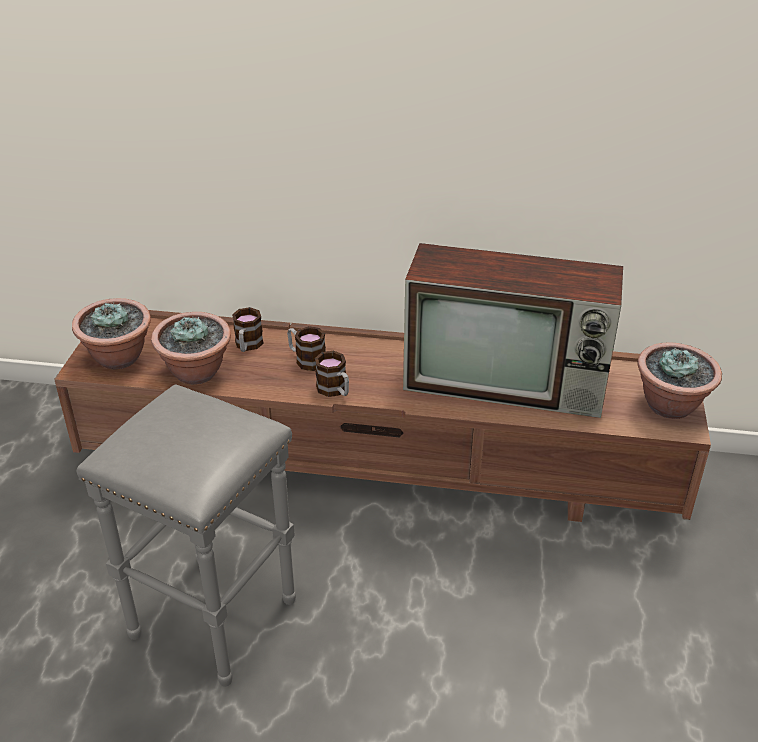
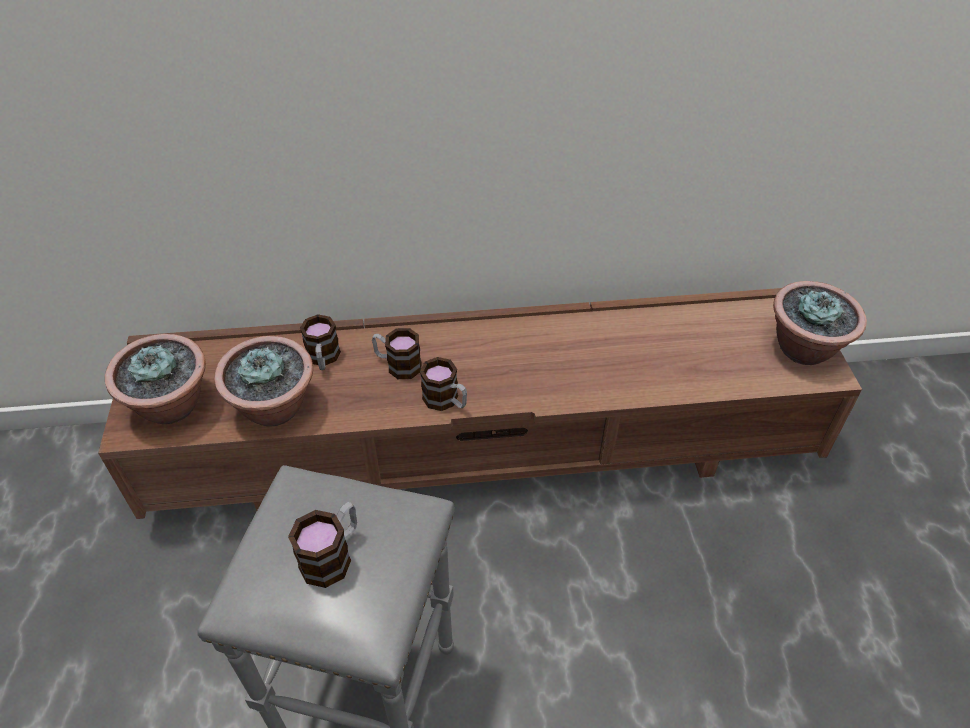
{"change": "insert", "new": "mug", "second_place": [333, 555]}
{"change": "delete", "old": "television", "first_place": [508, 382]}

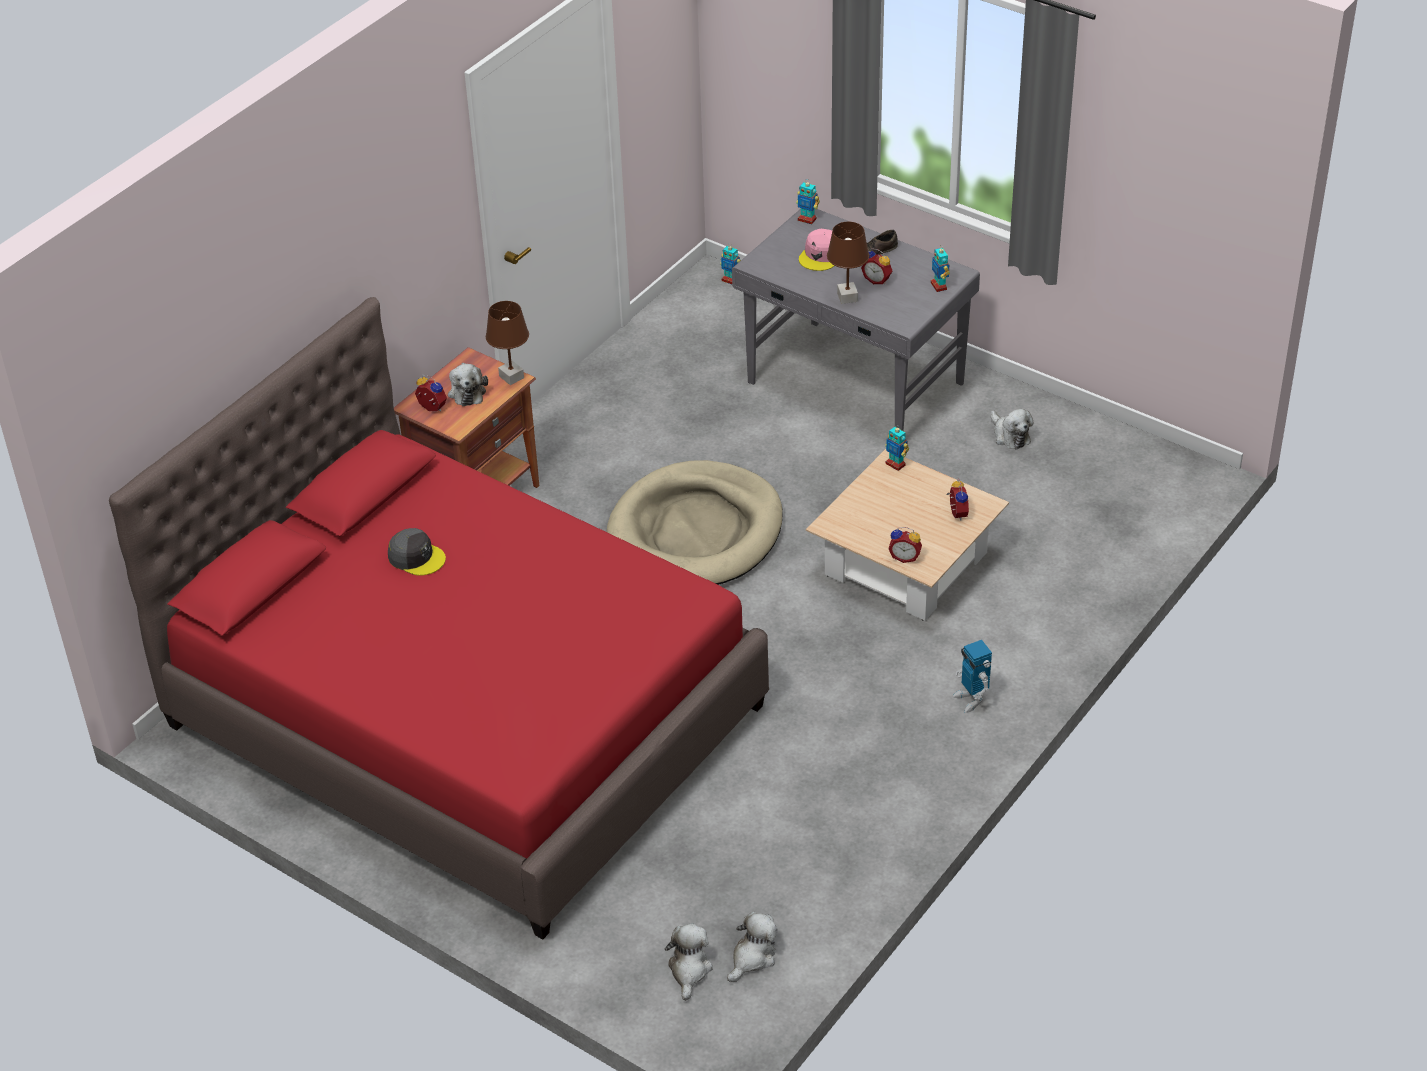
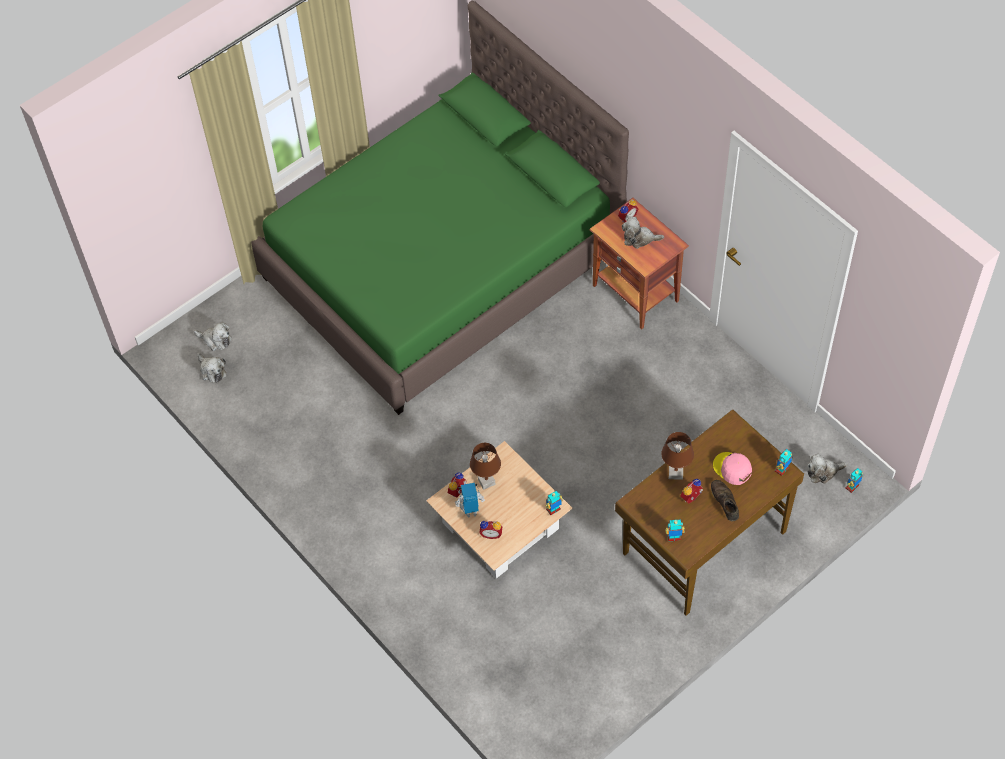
{"change": "recolor", "old": "reddish bed", "new": "green bed", "first_place": [466, 715], "second_place": [443, 264]}
{"change": "move", "old": "toy robot", "first_place": [971, 699], "second_place": [470, 510]}
{"change": "move", "old": "brownish tabletop lamp", "first_place": [511, 377], "second_place": [486, 482]}
{"change": "recolor", "old": "gray desk unit", "new": "brownish desk unit", "first_place": [855, 384], "second_place": [702, 542]}
{"change": "move", "old": "soft toy", "first_place": [1010, 435], "second_place": [823, 472]}
{"change": "delete", "old": "gray baseball cap", "first_place": [416, 557]}
{"change": "delete", "old": "sand-coloured pet bed", "first_place": [696, 532]}

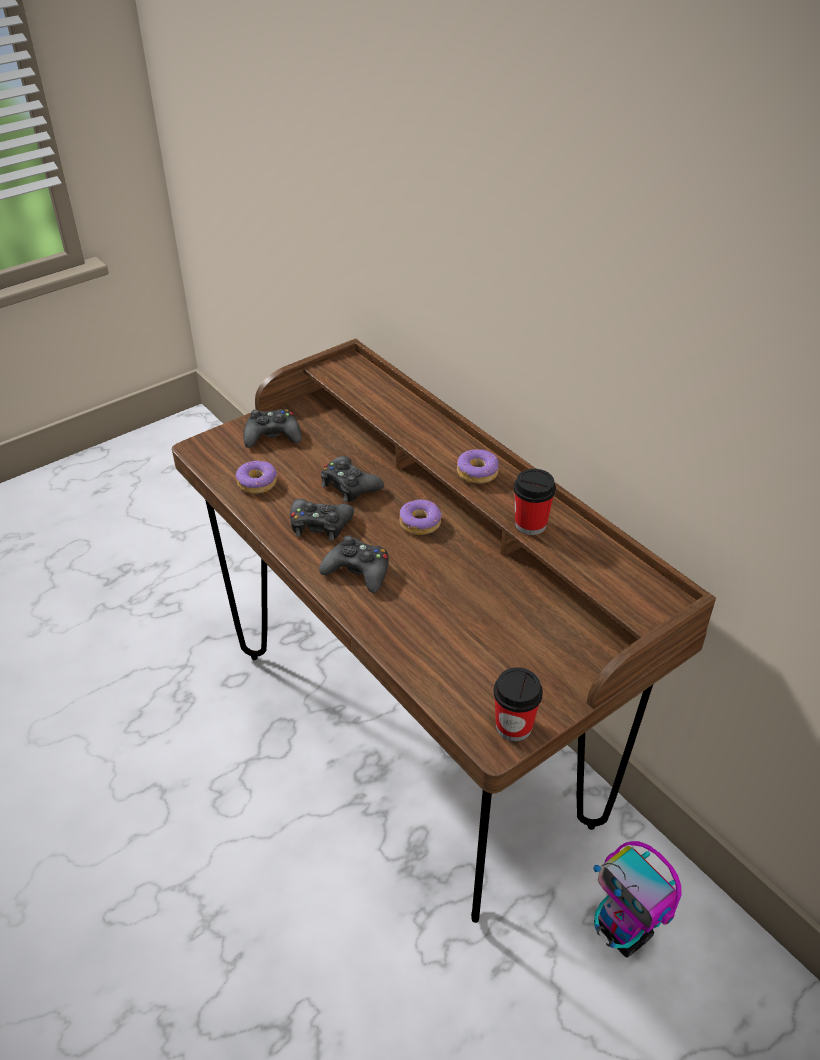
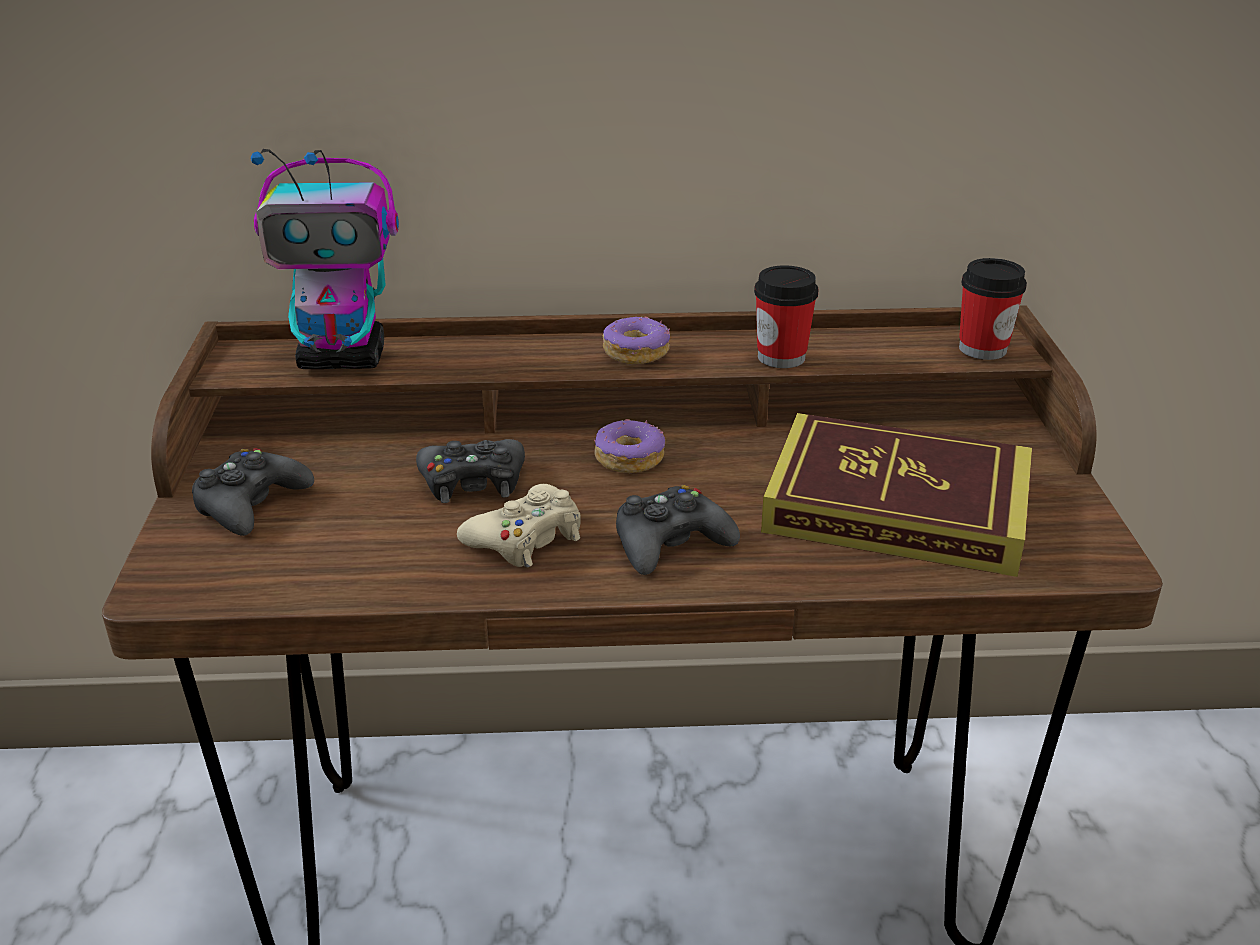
{"change": "move", "old": "toy robot", "first_place": [623, 932], "second_place": [344, 359]}
{"change": "recolor", "old": "black gamepad", "new": "sand-coloured gamepad", "first_place": [320, 525], "second_place": [526, 539]}
{"change": "insert", "new": "volume", "second_place": [897, 506]}
{"change": "move", "old": "small cup", "first_place": [513, 726], "second_place": [982, 349]}
{"change": "delete", "old": "ring doughnut", "first_place": [257, 483]}

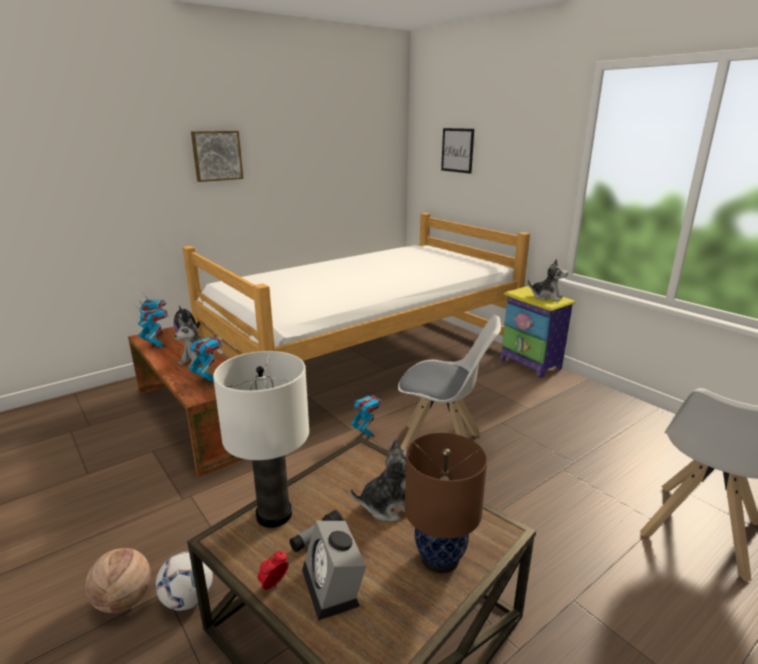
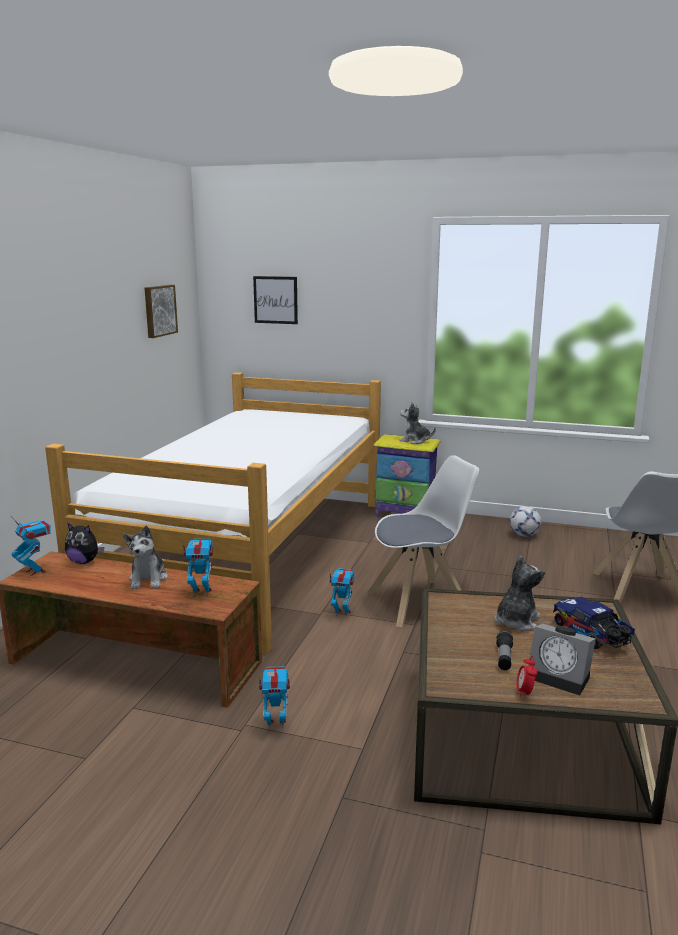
{"change": "move", "old": "picture", "first_place": [217, 155], "second_place": [159, 310]}
{"change": "move", "old": "toy robot", "first_place": [157, 347], "second_place": [276, 725]}
{"change": "rotate", "old": "soft toy", "first_place": [546, 297], "second_place": [415, 441], "degrees": -150}
{"change": "move", "old": "ball for football", "first_place": [188, 599], "second_place": [524, 535]}
{"change": "replace", "old": "brownish tabletop lamp", "new": "toy lorry", "first_place": [439, 558], "second_place": [592, 635]}
{"change": "delete", "old": "basketball", "first_place": [124, 600]}
{"change": "delete", "old": "whitish tabletop lamp", "first_place": [273, 514]}

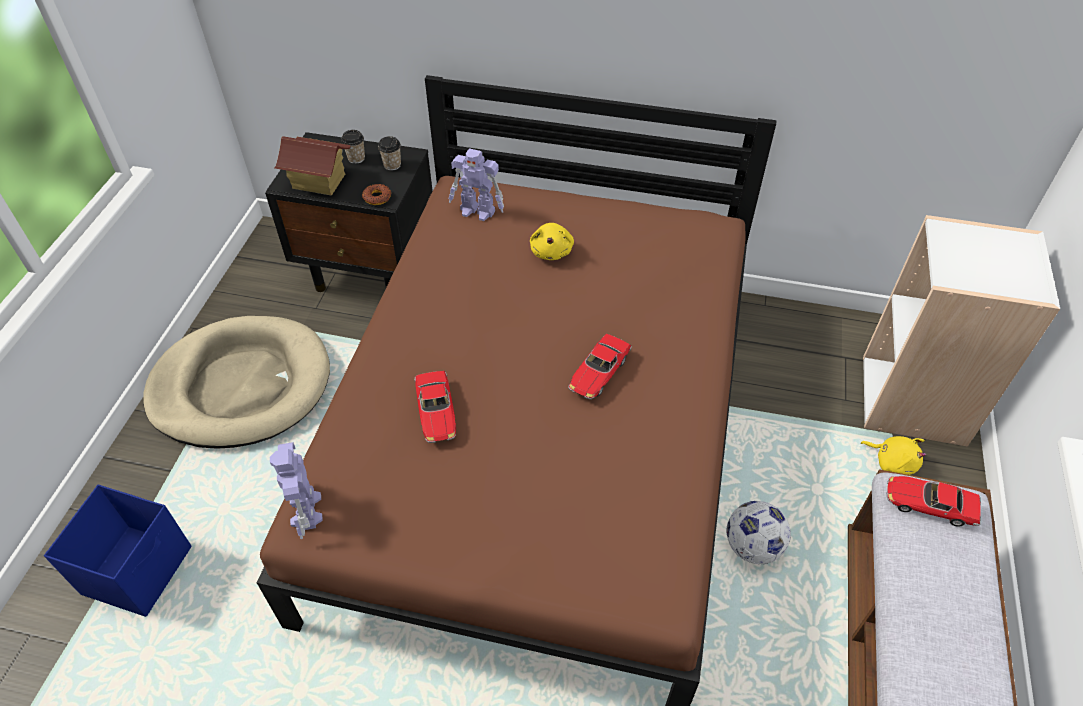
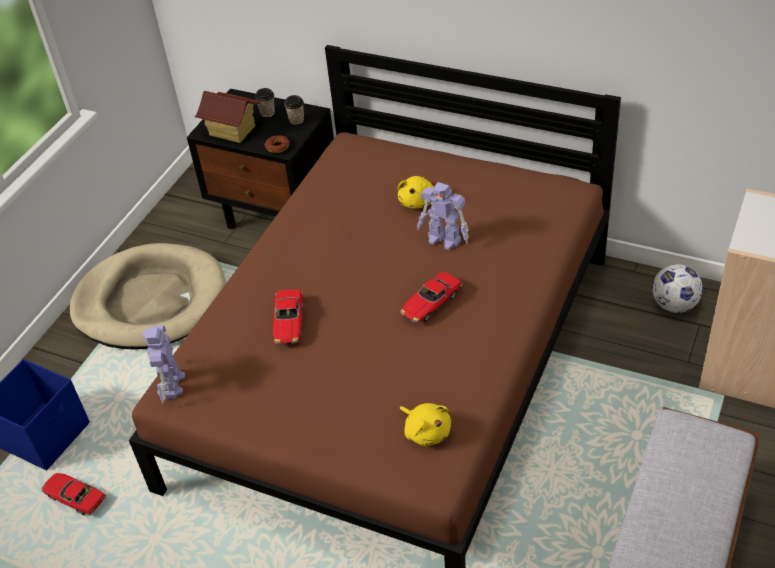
{"change": "move", "old": "toy car", "first_place": [929, 505], "second_place": [75, 498]}
{"change": "move", "old": "yellow soft toy", "first_place": [892, 461], "second_place": [426, 431]}
{"change": "move", "old": "toy robot", "first_place": [478, 211], "second_place": [444, 240]}
{"change": "move", "old": "ball for football", "first_place": [752, 547], "second_place": [674, 305]}

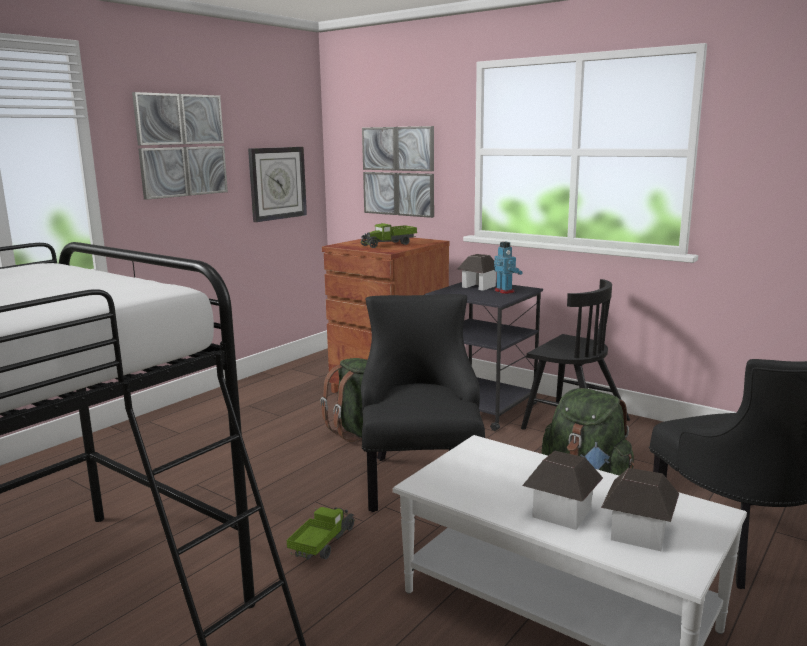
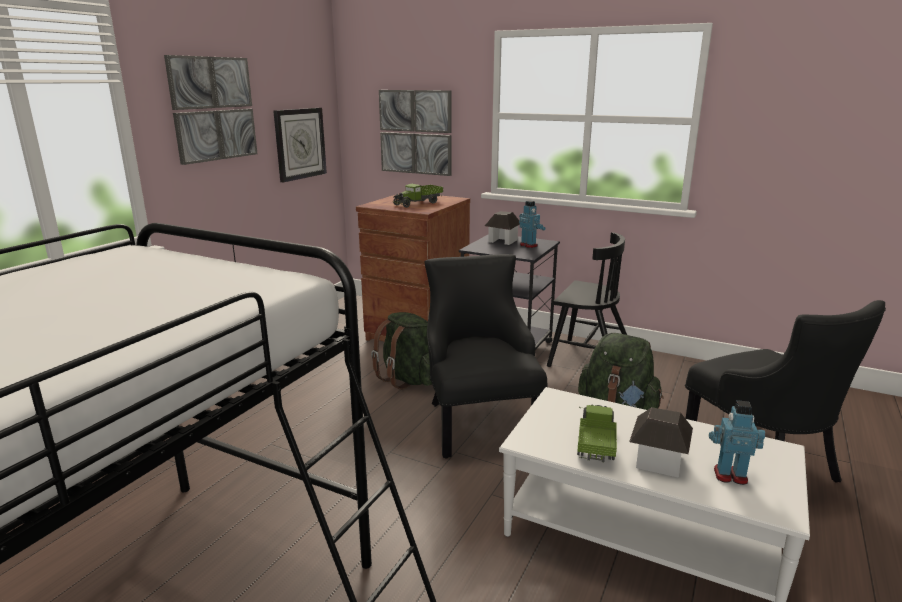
{"change": "move", "old": "toy lorry", "first_place": [323, 544], "second_place": [595, 444]}
{"change": "replace", "old": "model house", "new": "toy robot", "first_place": [638, 532], "second_place": [730, 475]}

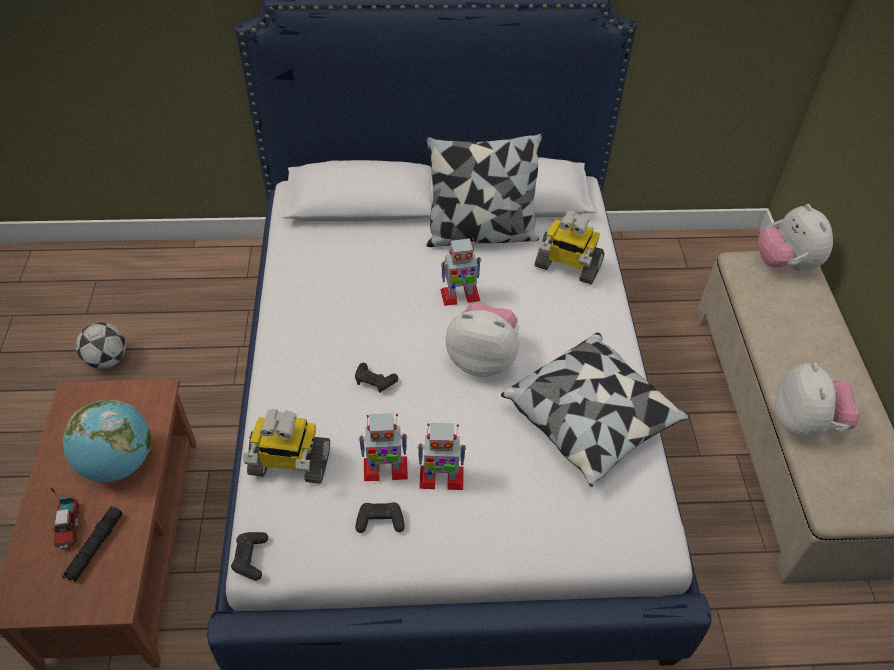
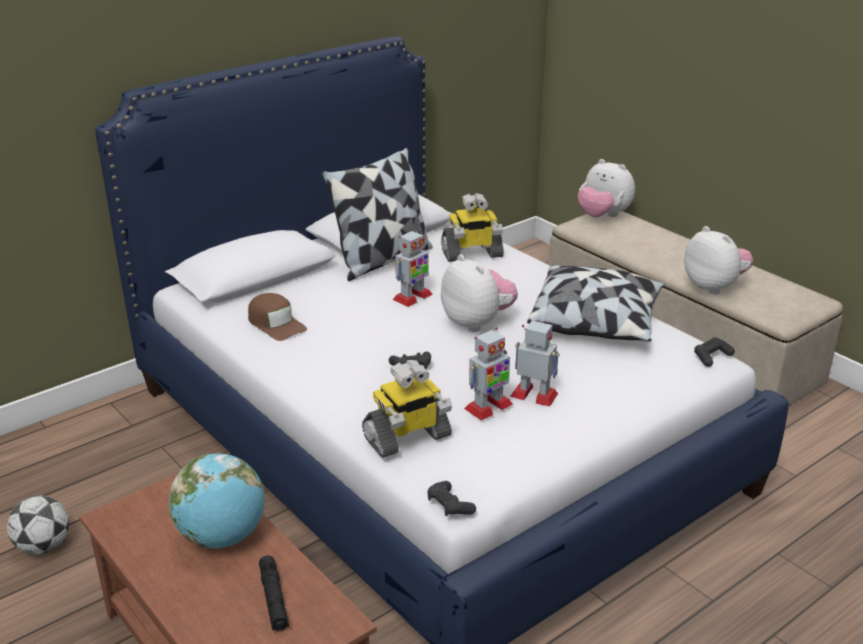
{"change": "insert", "new": "brownish baseball cap", "second_place": [276, 324]}
{"change": "rotate", "old": "soft toy", "first_place": [482, 359], "second_place": [477, 322], "degrees": 75}
{"change": "rotate", "old": "toy robot", "first_place": [441, 478], "second_place": [534, 395], "degrees": -120}
{"change": "move", "old": "black gamepad", "first_place": [380, 521], "second_place": [712, 357]}
{"change": "delete", "old": "toy lorry", "first_place": [68, 526]}

